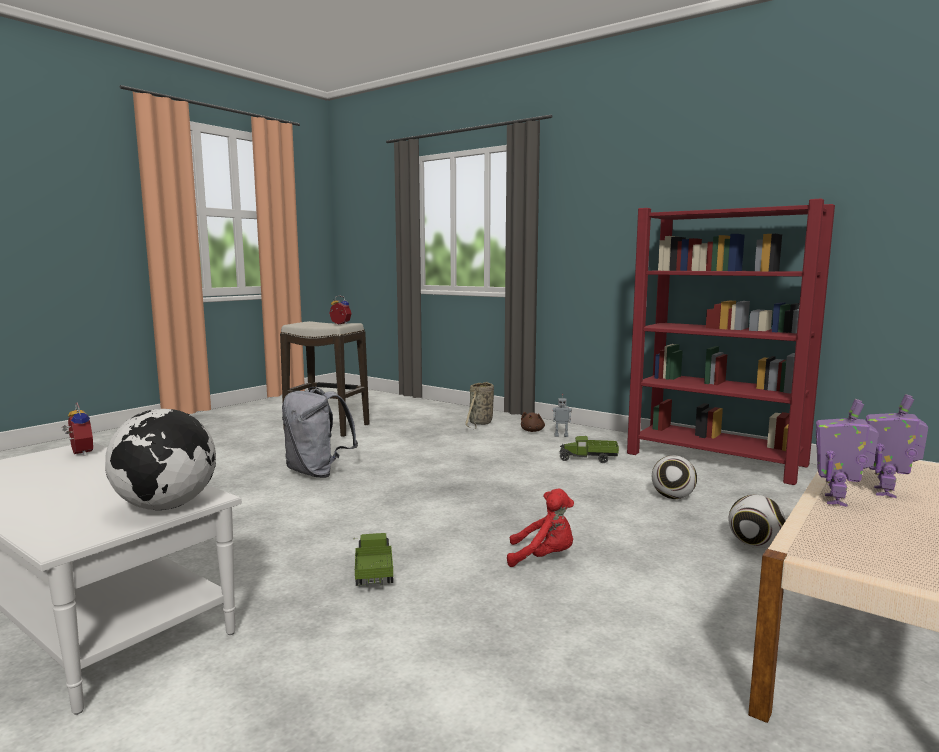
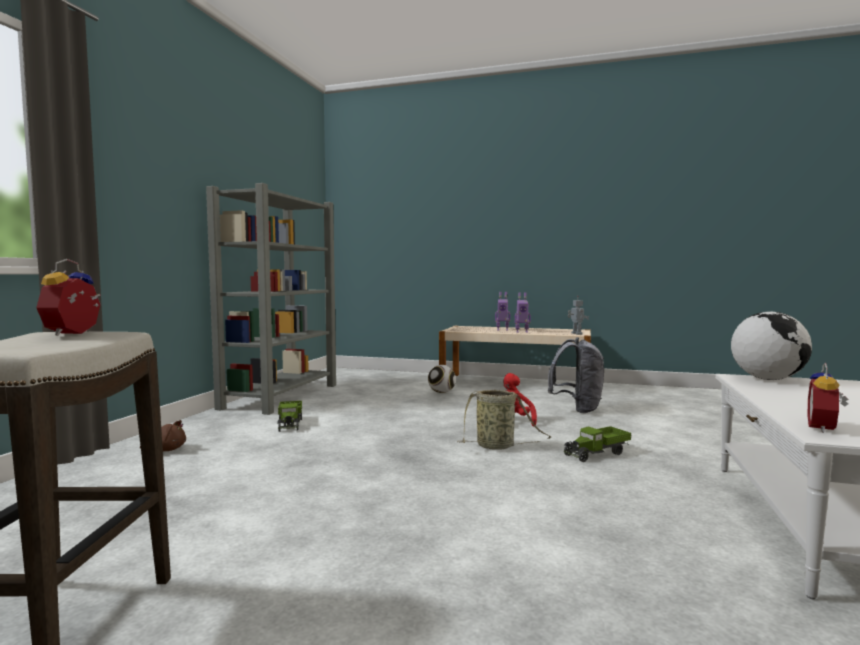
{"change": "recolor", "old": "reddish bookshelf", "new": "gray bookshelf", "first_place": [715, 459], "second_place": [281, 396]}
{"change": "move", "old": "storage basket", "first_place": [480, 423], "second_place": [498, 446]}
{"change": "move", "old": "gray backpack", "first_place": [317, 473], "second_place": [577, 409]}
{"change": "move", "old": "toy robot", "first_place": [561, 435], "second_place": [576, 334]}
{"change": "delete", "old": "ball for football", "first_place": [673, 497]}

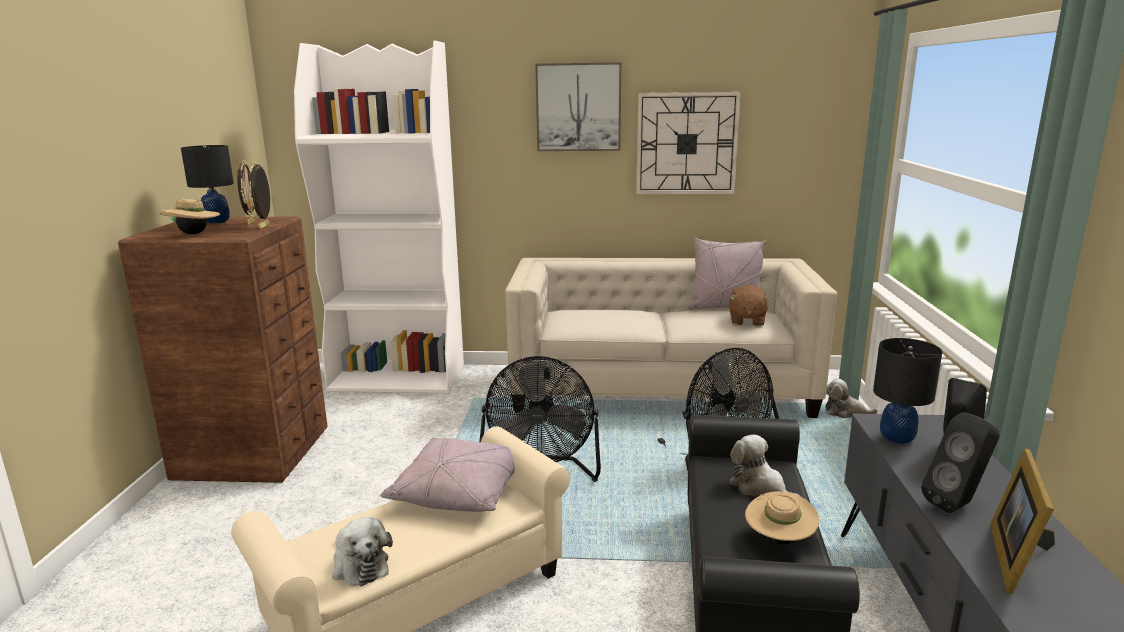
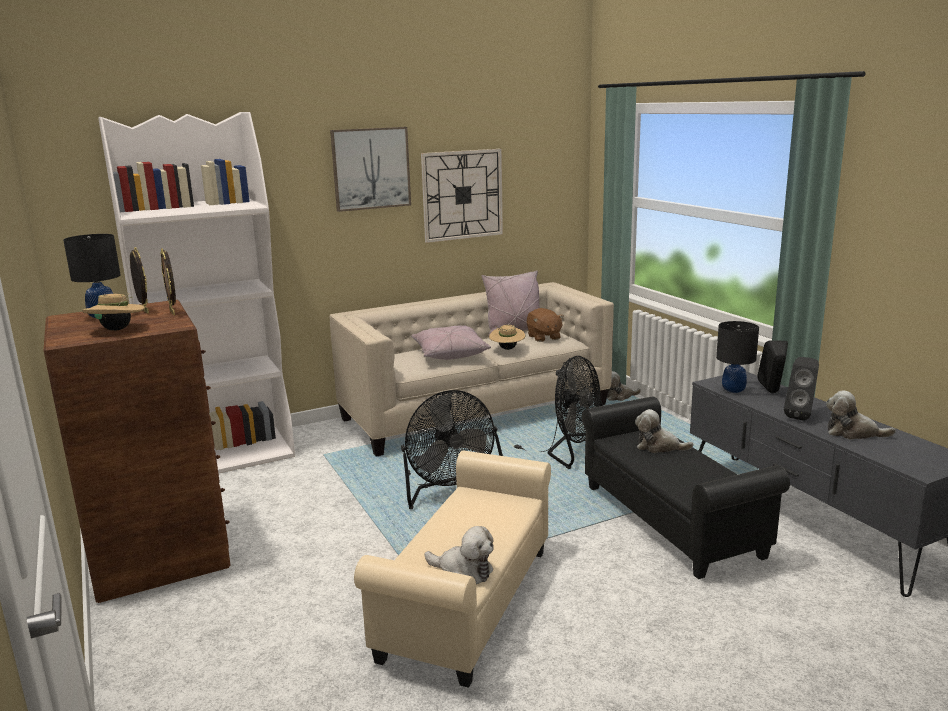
{"change": "move", "old": "purplish cushion", "first_place": [459, 491], "second_place": [449, 354]}
{"change": "move", "old": "sand-coloured wearable hat", "first_place": [779, 539], "second_place": [507, 349]}
{"change": "replace", "old": "picture frame", "new": "soft toy", "first_place": [1017, 558], "second_place": [853, 433]}

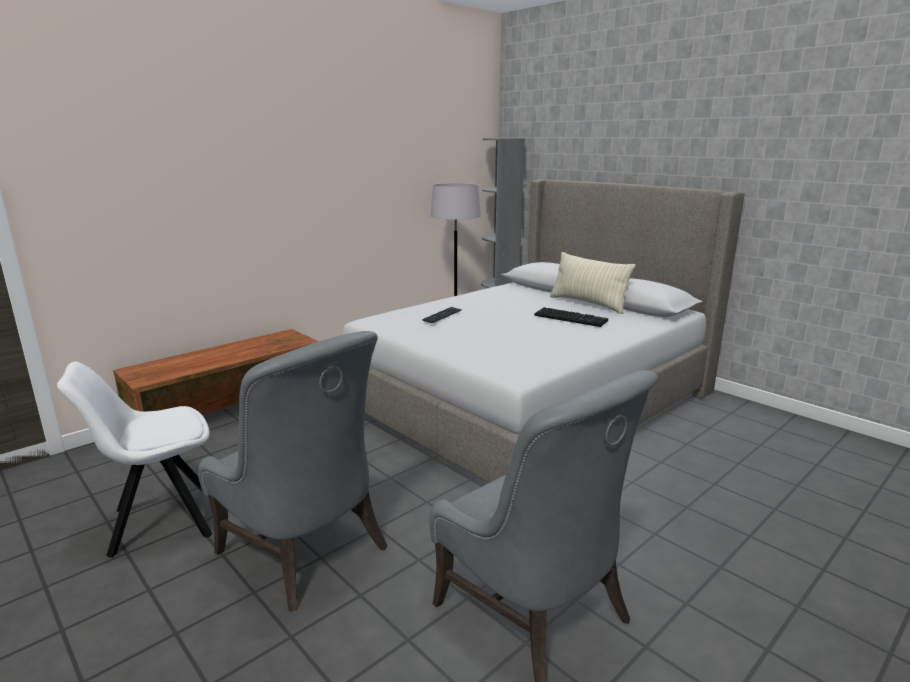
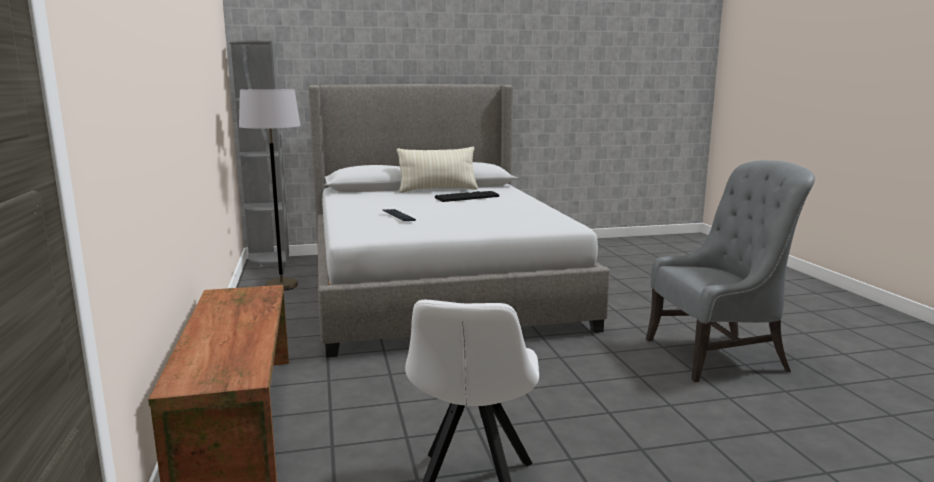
{"change": "delete", "old": "gray chair", "first_place": [305, 550]}

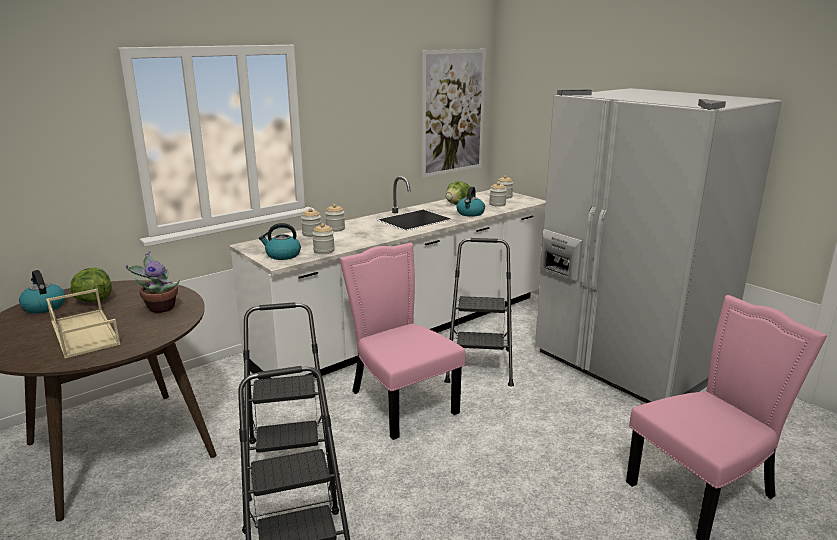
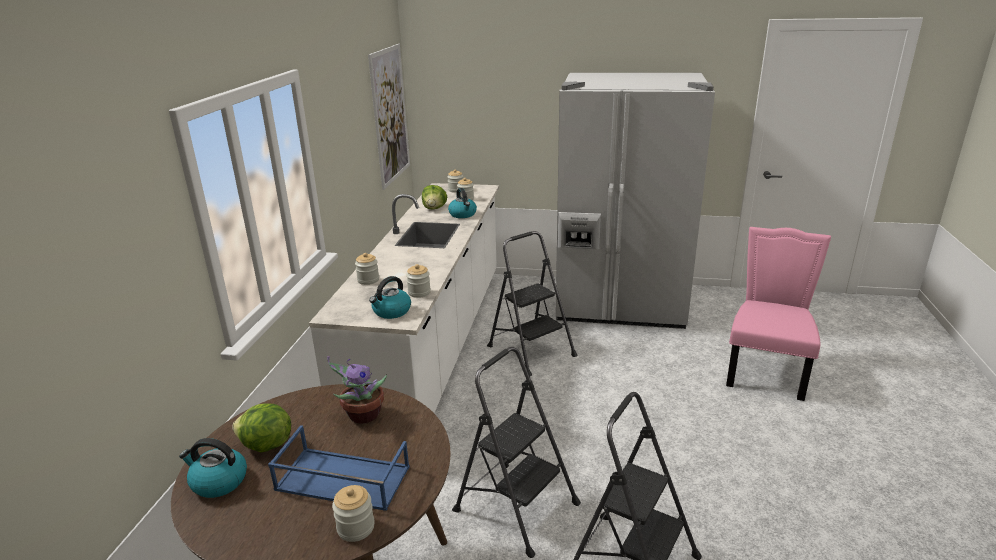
{"change": "recolor", "old": "sand-coloured serving tray", "new": "blue-coloured serving tray", "first_place": [83, 333], "second_place": [341, 479]}
{"change": "move", "old": "jar", "first_place": [335, 229], "second_place": [356, 528]}
{"change": "delete", "old": "pink-coloured chair", "first_place": [402, 405]}

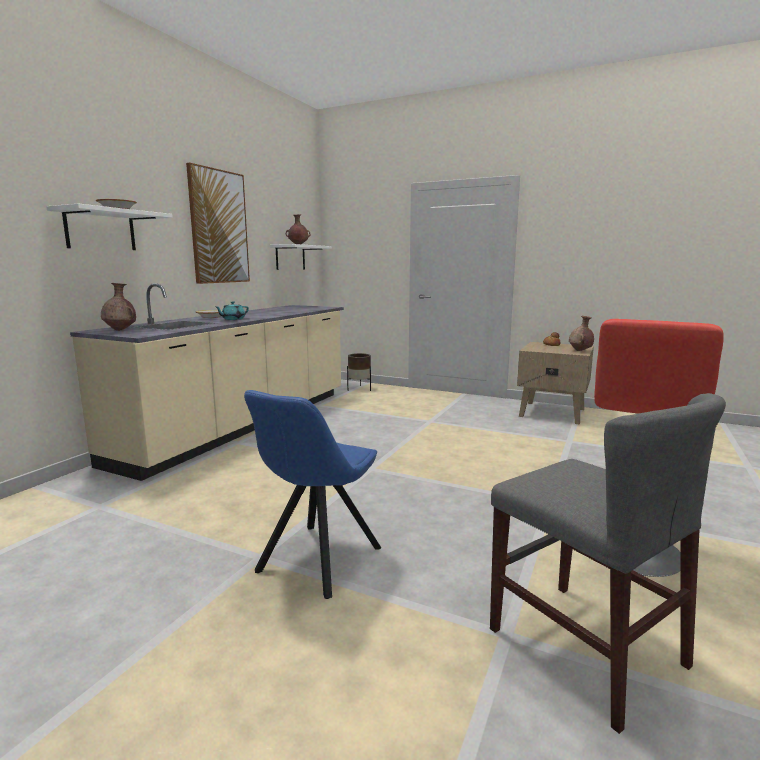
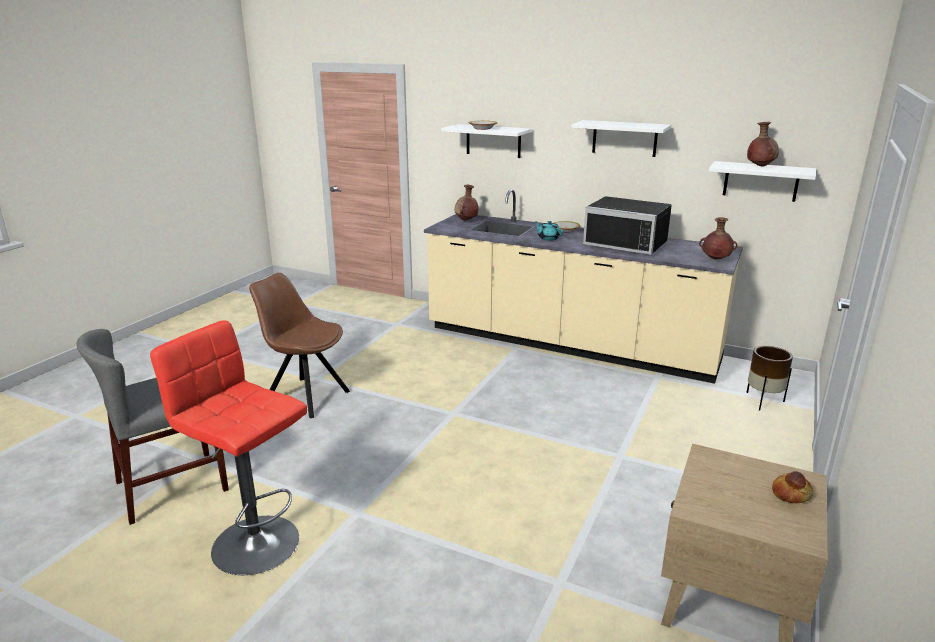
{"change": "recolor", "old": "blue-coloured chair", "new": "brownish chair", "first_place": [318, 559], "second_place": [306, 397]}
{"change": "replace", "old": "picture", "new": "whitish bracket shelf", "first_place": [219, 227], "second_place": [624, 138]}
{"change": "insert", "new": "black microwave", "second_place": [627, 243]}
{"change": "move", "old": "brownish vase", "first_place": [580, 351], "second_place": [715, 259]}

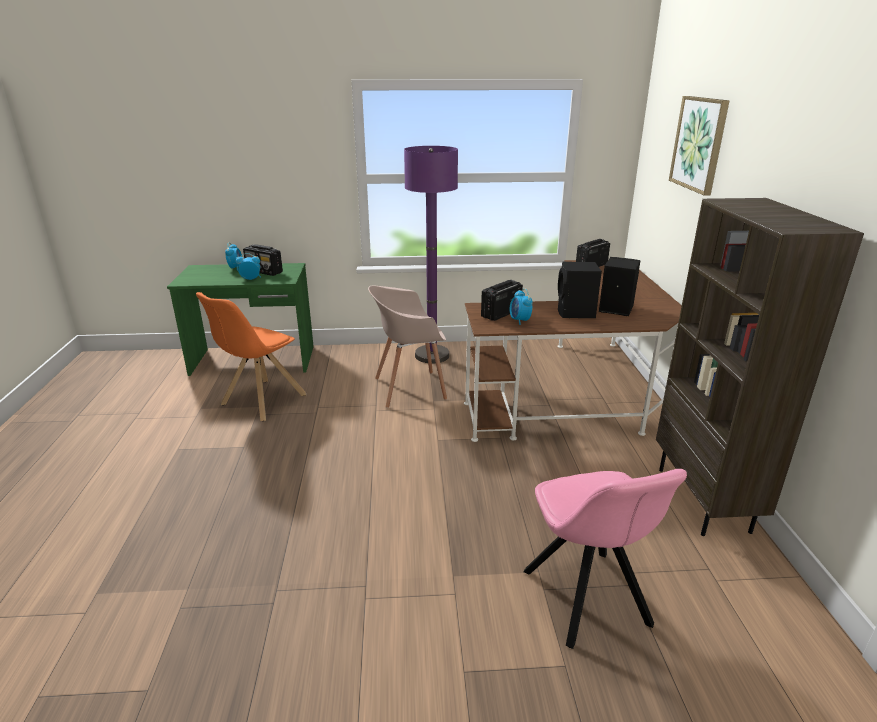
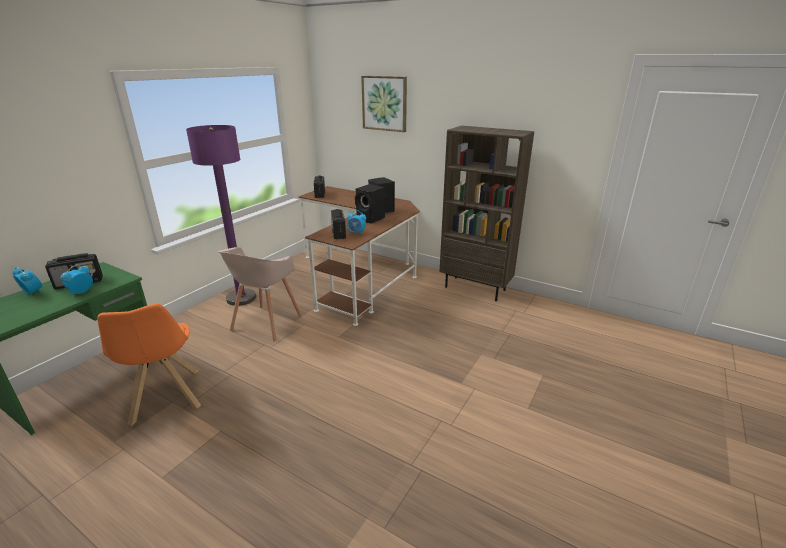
{"change": "delete", "old": "pink-coloured chair", "first_place": [587, 597]}

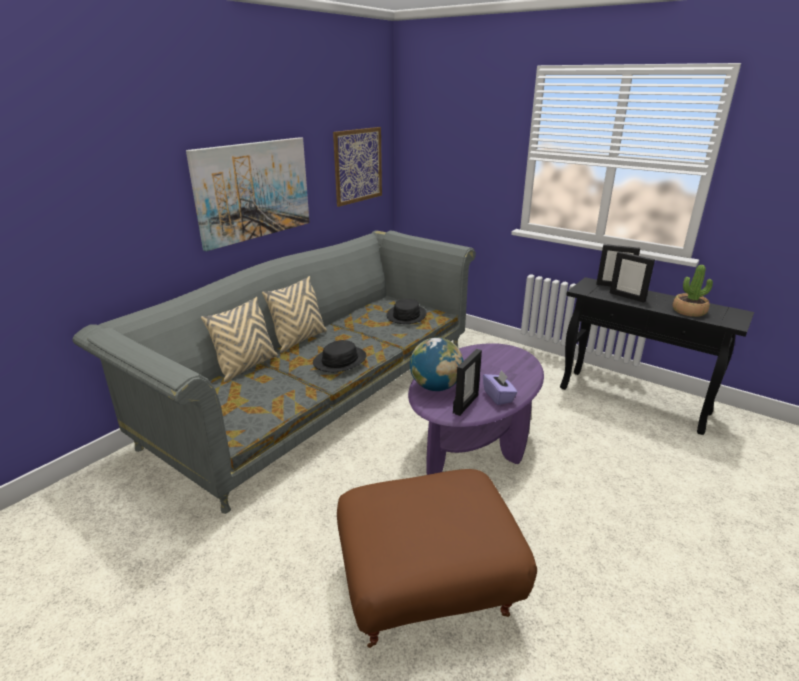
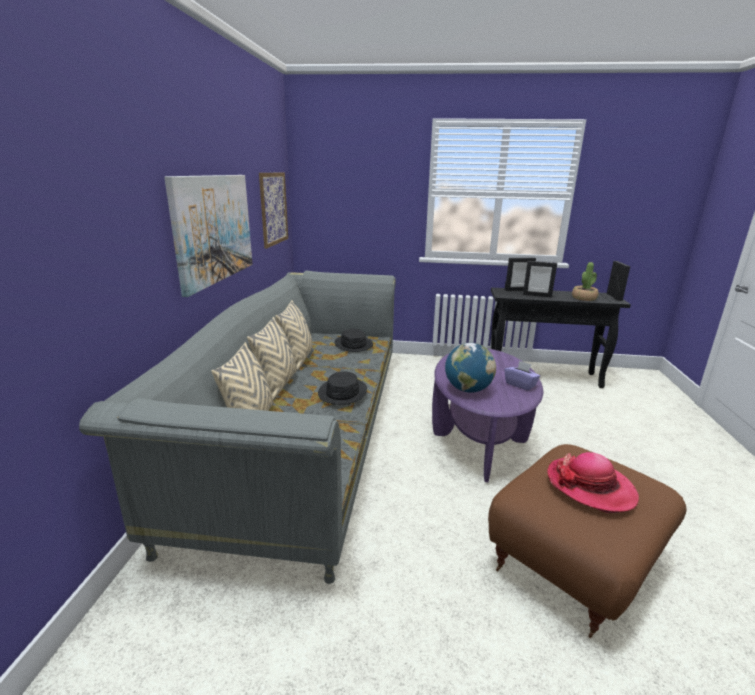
{"change": "insert", "new": "sand-coloured cushion", "second_place": [298, 358]}
{"change": "insert", "new": "wearable hat", "second_place": [590, 486]}
{"change": "move", "old": "picture frame", "first_place": [465, 404], "second_place": [613, 296]}

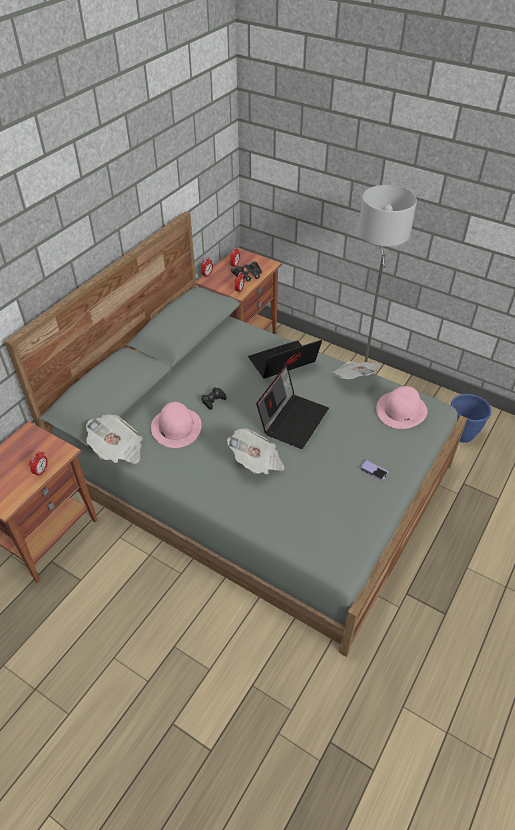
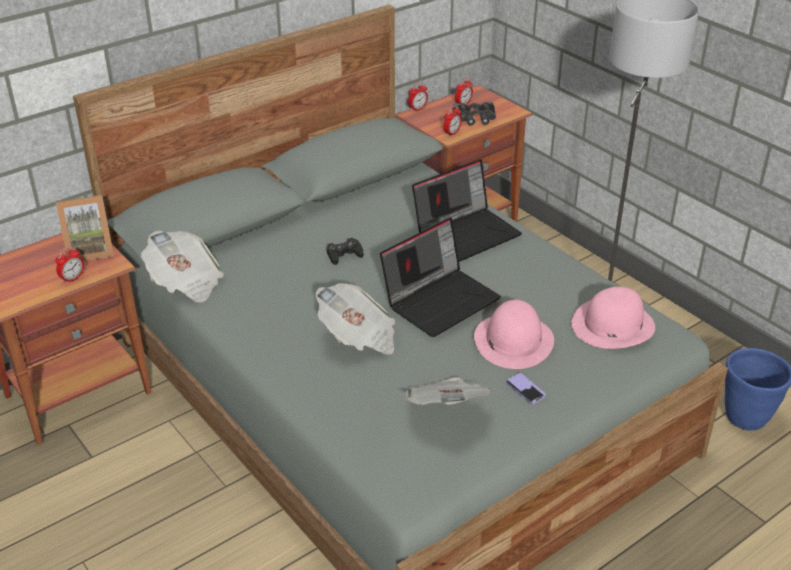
{"change": "insert", "new": "picture frame", "second_place": [89, 251]}
{"change": "move", "old": "printed paper", "first_place": [354, 378], "second_place": [446, 409]}
{"change": "rotate", "old": "portable computer", "first_place": [282, 364], "second_place": [467, 233], "degrees": 150}
{"change": "move", "old": "pink-coloured wearable hat", "first_place": [176, 427], "second_place": [513, 340]}

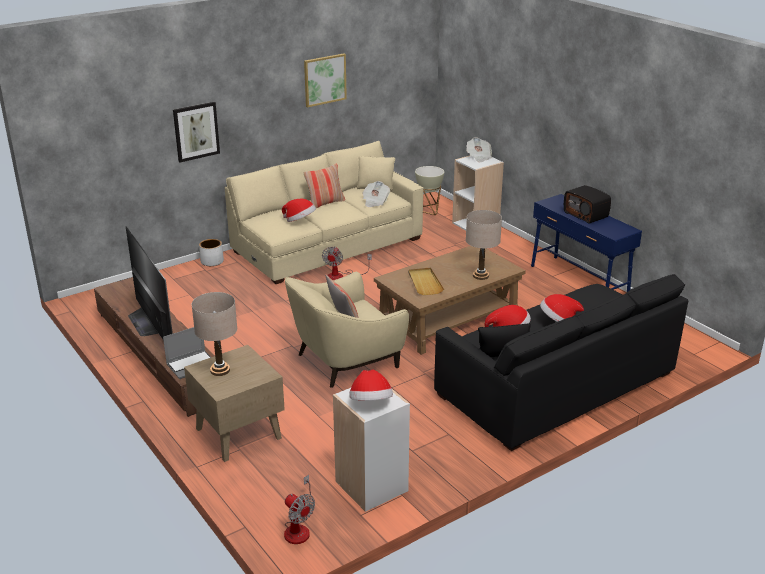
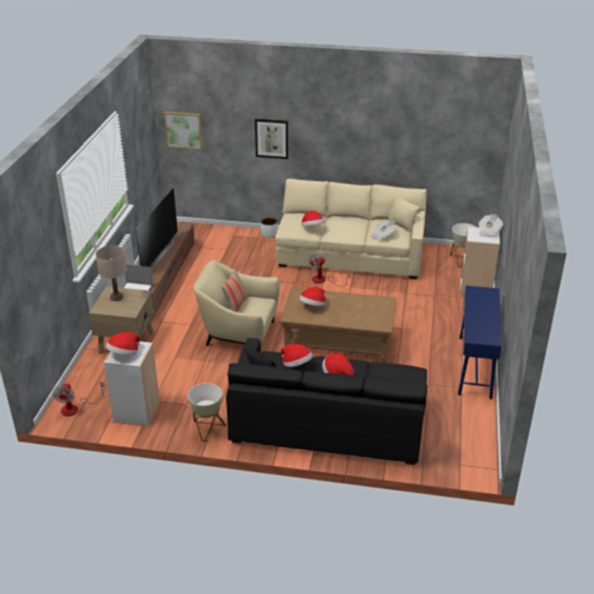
{"change": "move", "old": "picture", "first_place": [324, 79], "second_place": [183, 130]}
{"change": "insert", "new": "planter", "second_place": [207, 430]}
{"change": "replace", "old": "sand-coloured serving tray", "new": "wearable hat", "first_place": [424, 283], "second_place": [313, 306]}
{"change": "delete", "old": "cushion", "first_place": [325, 203]}
{"change": "delete", "old": "sand-coloured tabletop lamp", "first_place": [481, 276]}
{"change": "delete", "old": "radio receiver", "first_place": [586, 215]}

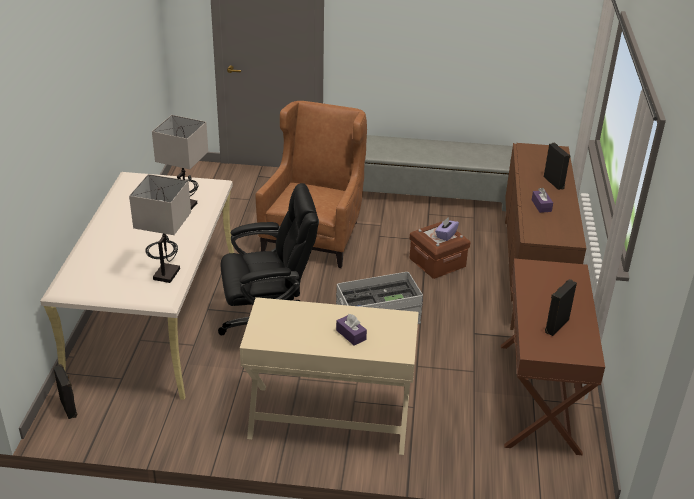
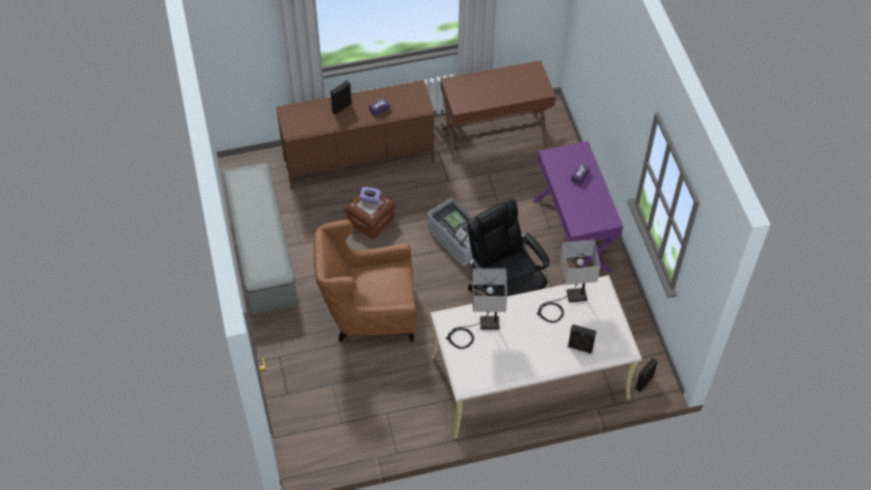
{"change": "recolor", "old": "sand-coloured narrow table", "new": "purplish narrow table", "first_place": [329, 419], "second_place": [572, 235]}
{"change": "move", "old": "black audio speaker", "first_place": [556, 325], "second_place": [580, 348]}

